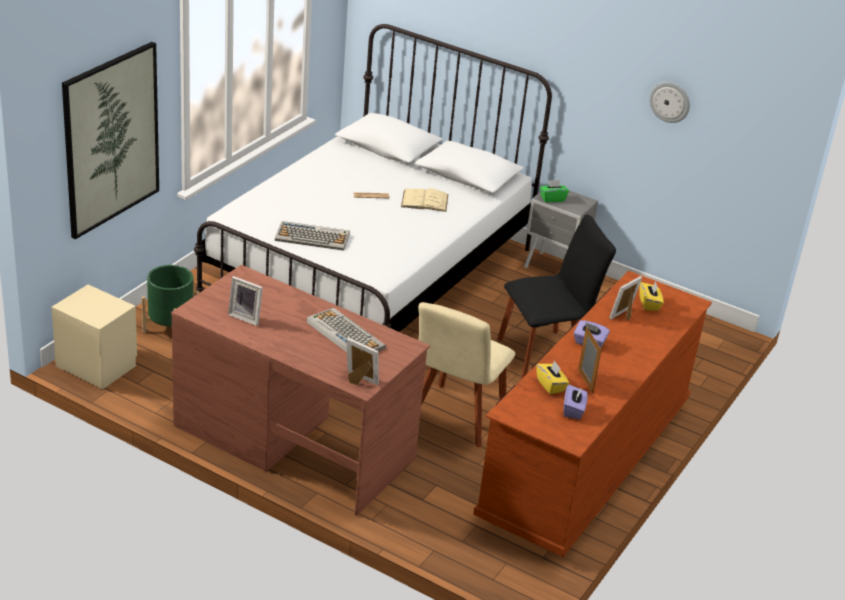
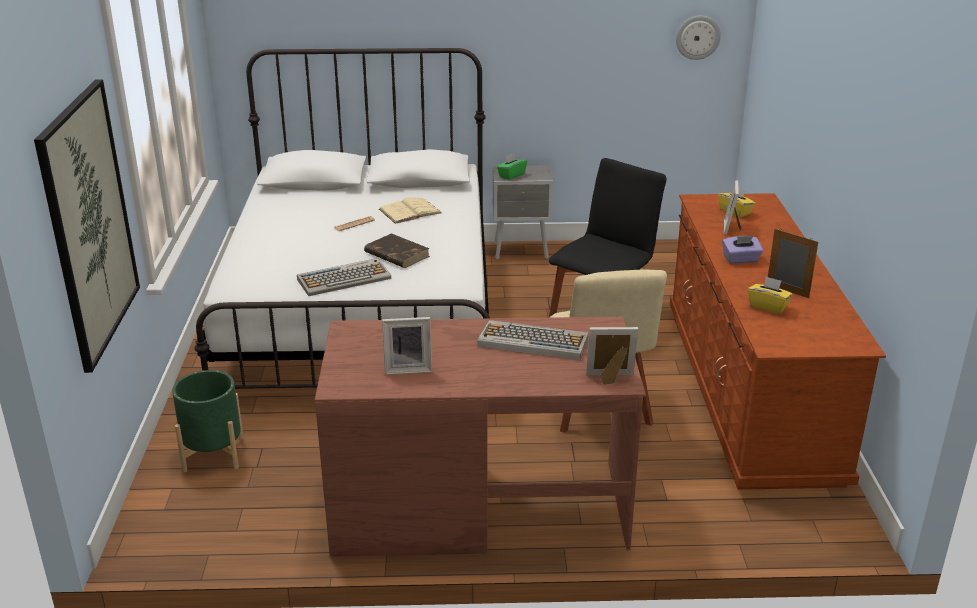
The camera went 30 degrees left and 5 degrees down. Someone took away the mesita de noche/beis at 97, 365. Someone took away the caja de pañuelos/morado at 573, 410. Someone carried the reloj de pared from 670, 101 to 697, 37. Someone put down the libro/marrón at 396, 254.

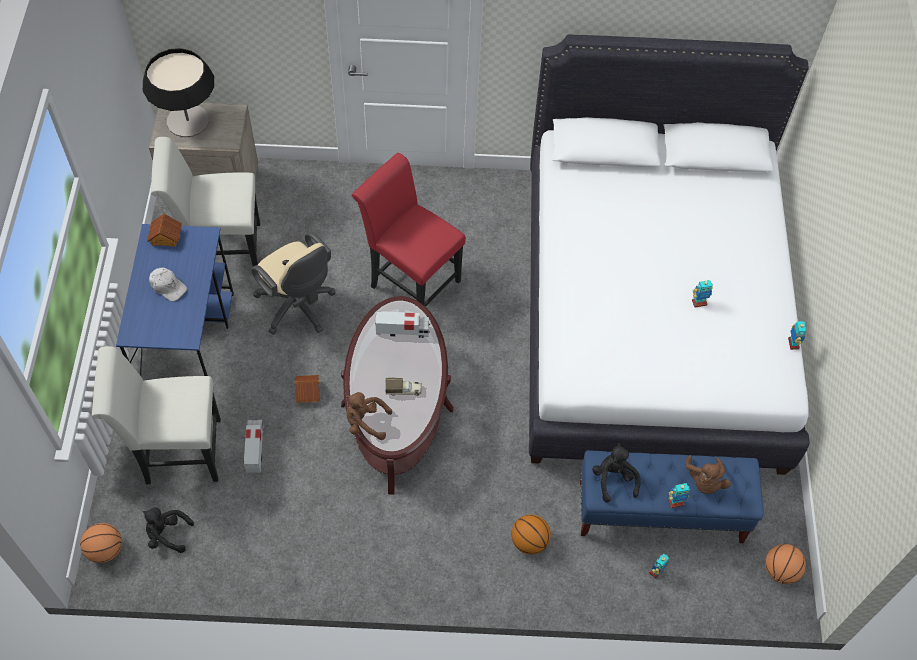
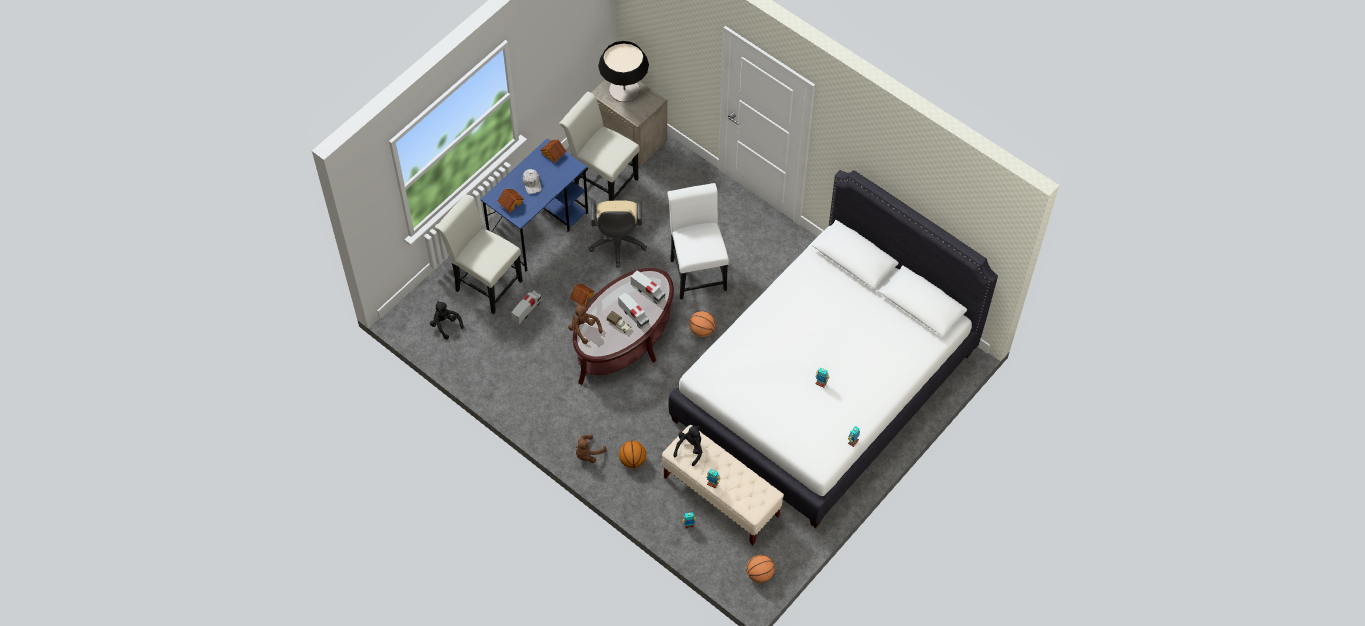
The camera went 40 degrees right and 0 degrees up. Someone carried the balón de baloncesto from 105, 550 to 702, 330. Someone repainted the silla/rojo at 410, 280, which became the silla/blanco at 697, 270. Someone repainted the banco/azul at 660, 512, which became the banco/beis at 721, 497. Someone carried the peluche/marrón from 704, 481 to 588, 454. Someone put down the casita at 511, 203. Someone put down the camión de juguete at 634, 315.

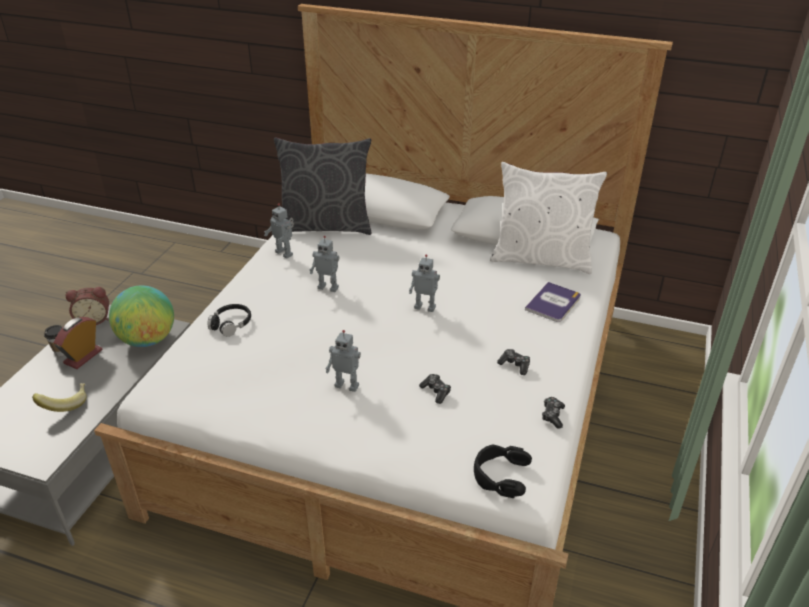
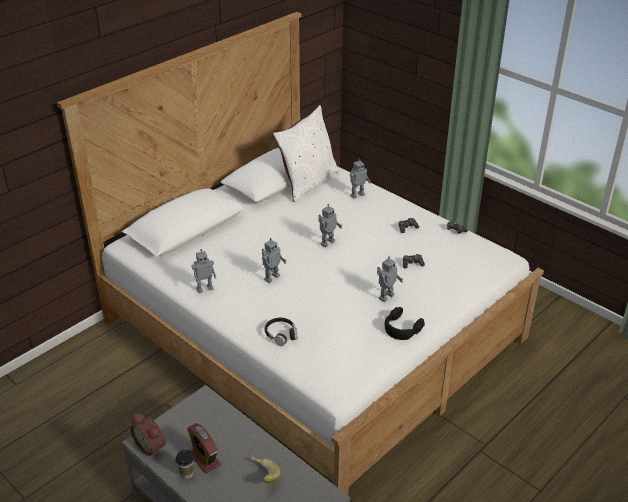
The camera went 65 degrees left and 0 degrees up. Someone rotated the despertador at 94, 319 by 120 degrees clockwise. Someone took away the globo terráqueo at 148, 340. Someone took away the cojín/gris at 326, 225. Someone carried the auriculares/negro from 500, 475 to 401, 328. Someone swapped the libro at 553, 303 for the robot de juguete at 357, 195.

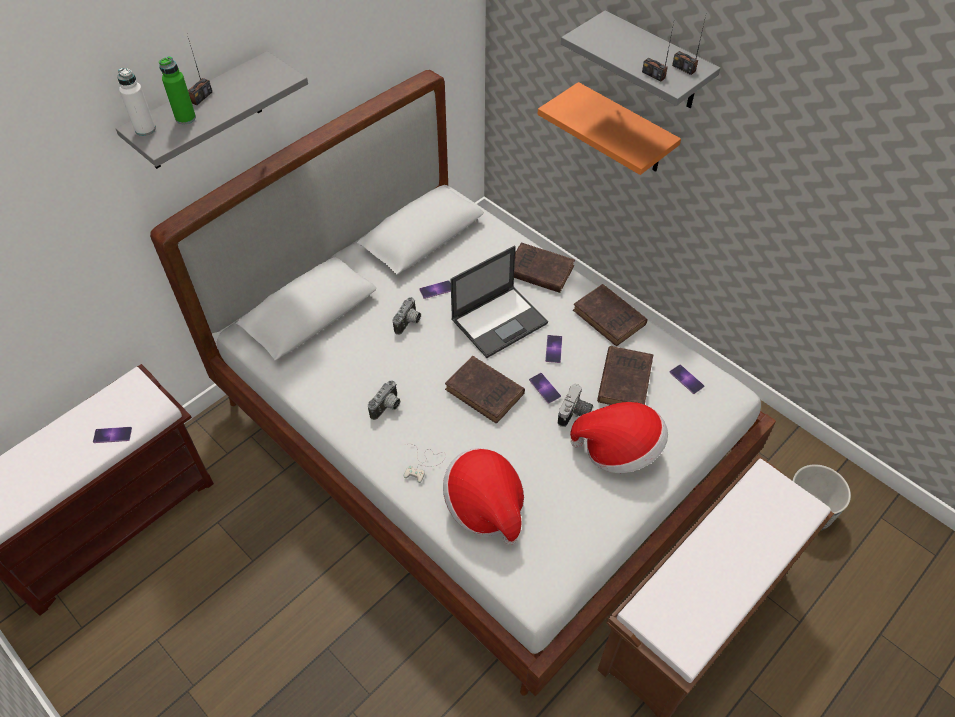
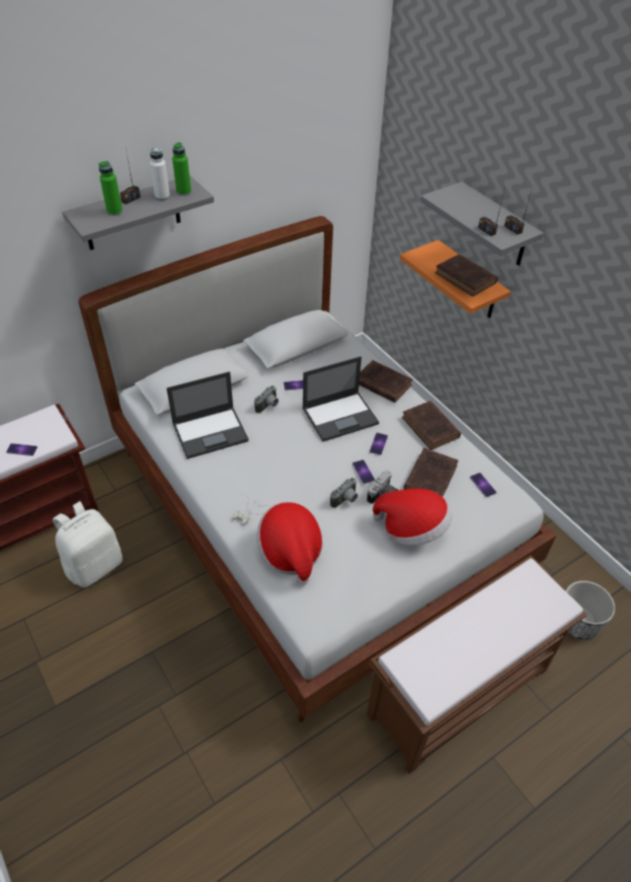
The camera went 10 degrees right and 5 degrees down. Someone carried the botella/blanco from 145, 129 to 162, 197. Someone carried the cámara from 387, 407 to 345, 500. Someone carried the libro/marrón from 486, 393 to 466, 279. Someone put down the mochila/blanco at 94, 565. Someone put down the portátil at 211, 432. Someone put down the botella/verde at 184, 192.

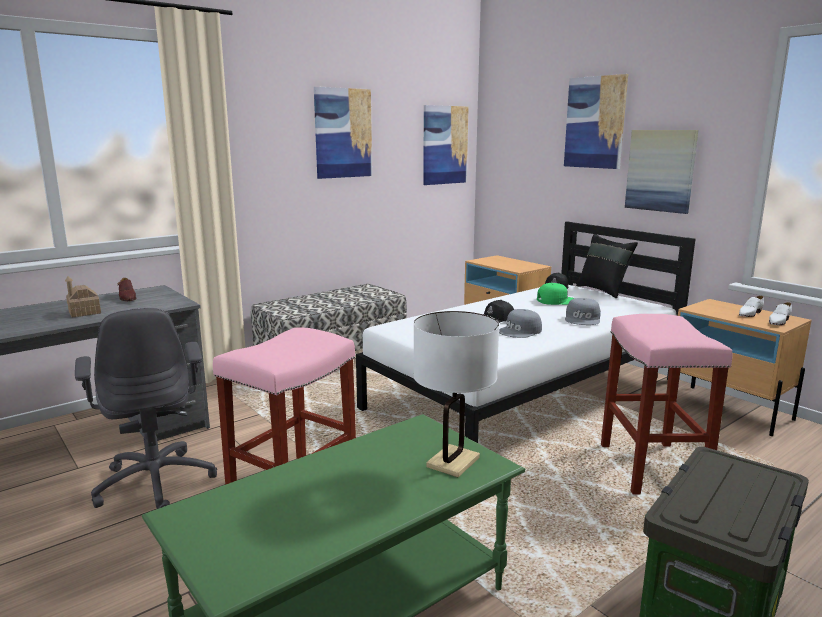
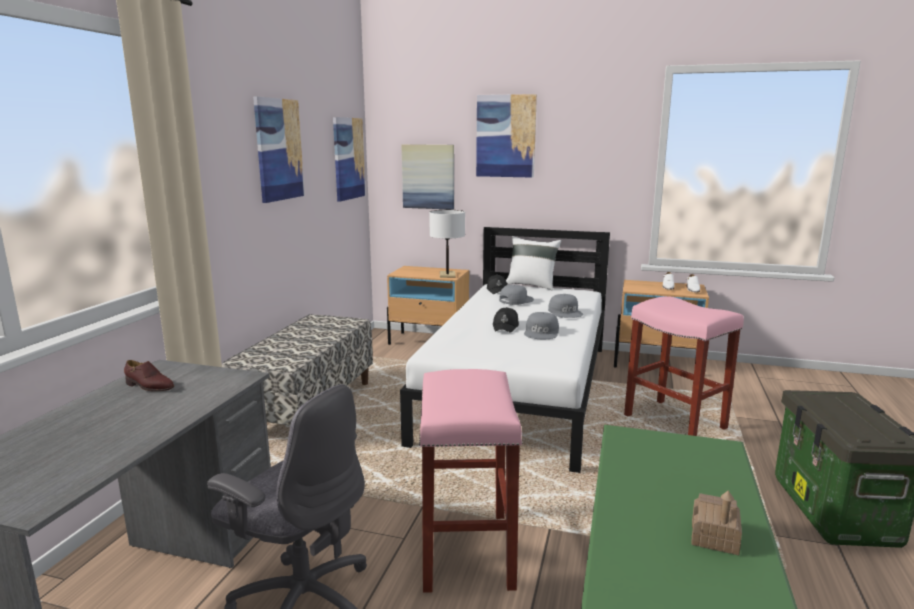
The camera went 35 degrees left and 0 degrees up. Someone carried the casita from 84, 312 to 714, 537. Someone carried the lámpara de mesa/blanco from 453, 462 to 447, 275. Someone repainted the gorra/verde at 556, 300, which became the gorra/gris at 515, 300. Someone repainted the cojín/negro at 603, 291, which became the cojín/blanco at 531, 285. Someone carried the cuadro from 661, 170 to 428, 176.

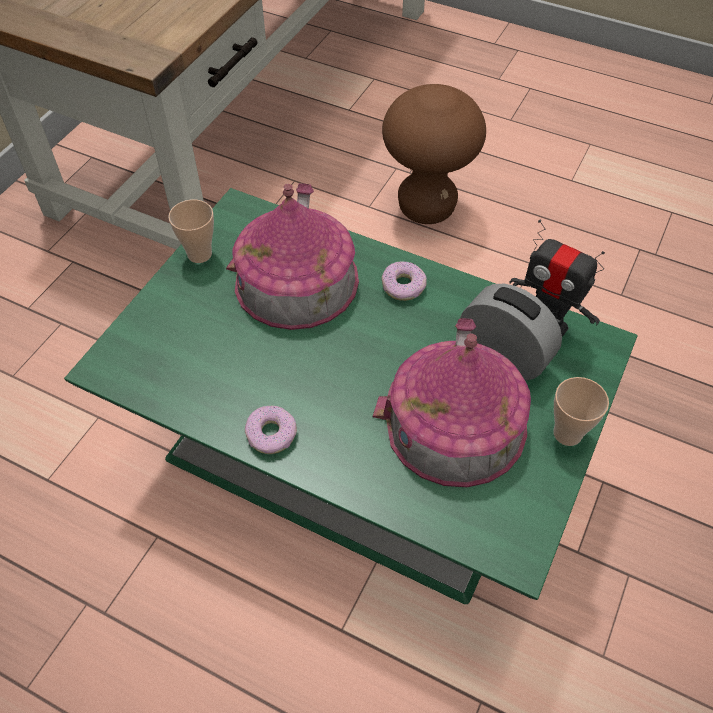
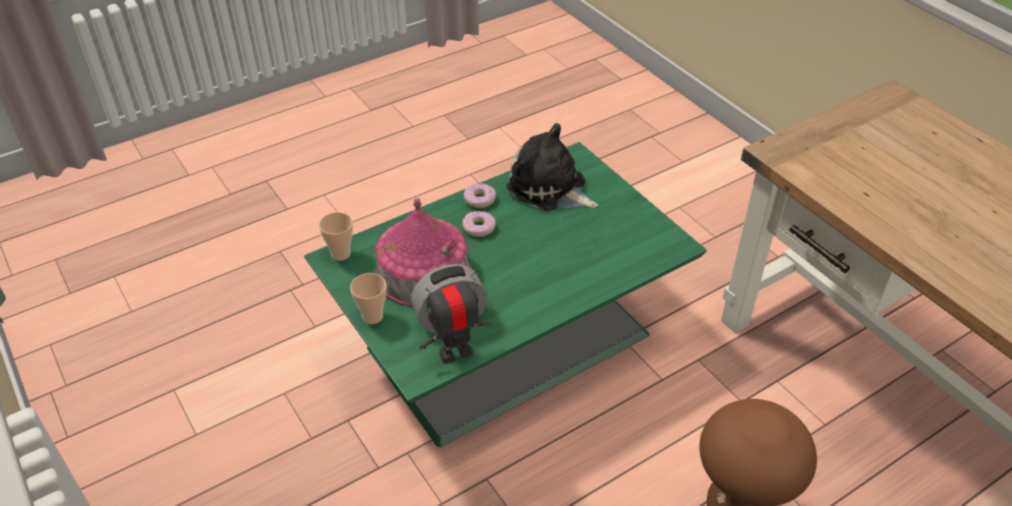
The camera went 120 degrees right and 10 degrees down. Someone carried the taza from 199, 254 to 341, 254. Someone took away the casita at 296, 280. Someone carried the rosquilla from 403, 286 to 479, 228. Someone put down the peluche at 549, 189.

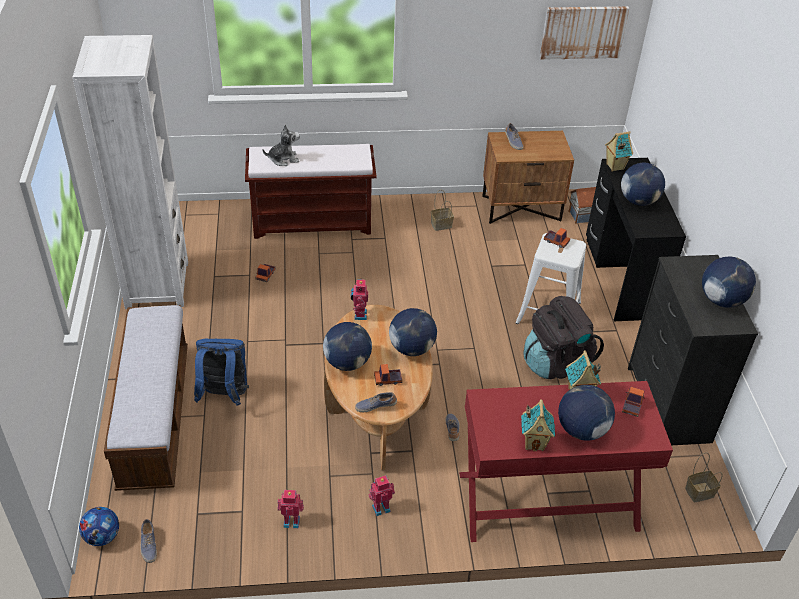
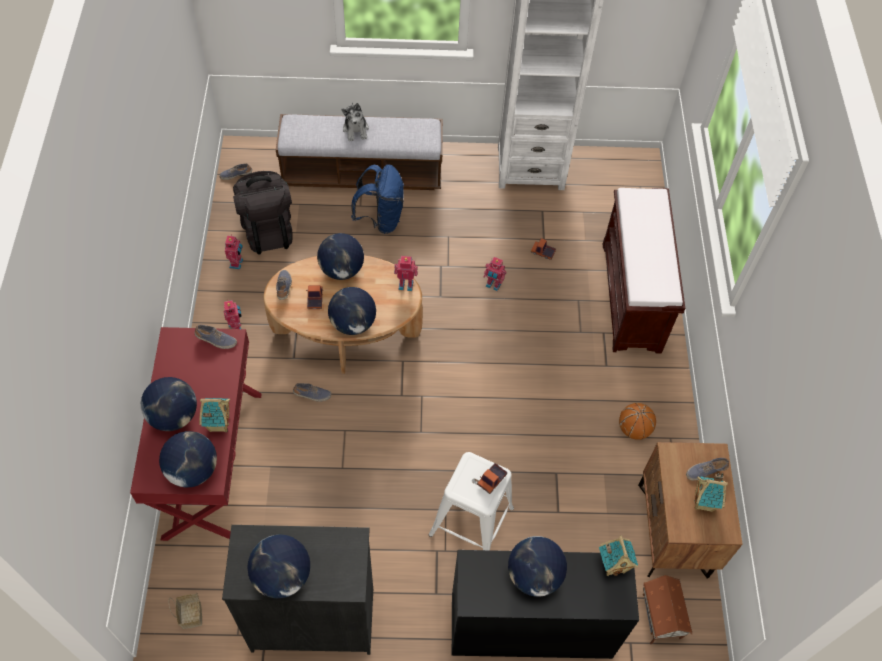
The camera went 95 degrees right and 15 degrees up. Someone took away the balón de fútbol at 102, 537. Someone carried the peluche from 283, 159 to 356, 129. Someone swapped the cesta at 441, 224 for the balón de baloncesto at 634, 429. Someone carried the casita from 534, 442 to 704, 503. Someone carried the mochila/negro from 556, 362 to 268, 229. Someone took away the cuadro at 583, 32. Someone swapped the camión de juguete at 632, 406 for the globo terráqueo at 193, 470. Someone put down the zapato at 216, 340. Someone put down the robot de juguete at 493, 285.

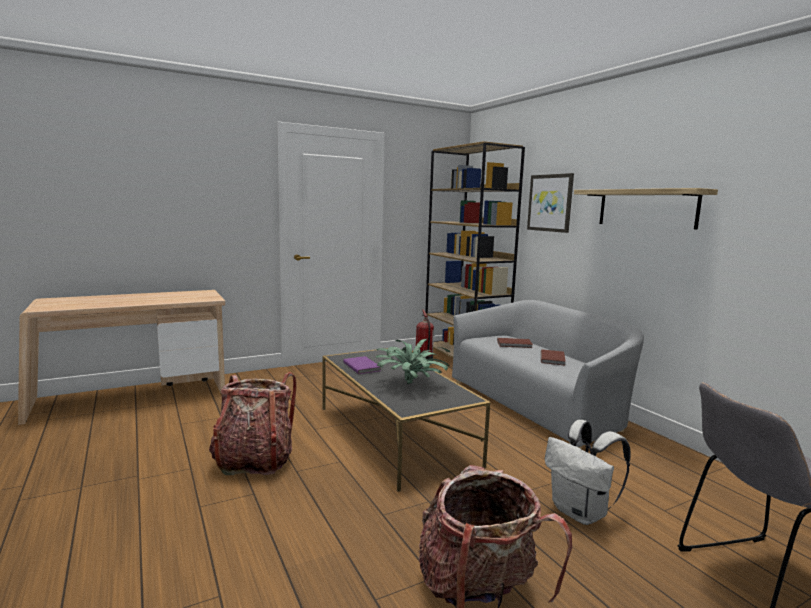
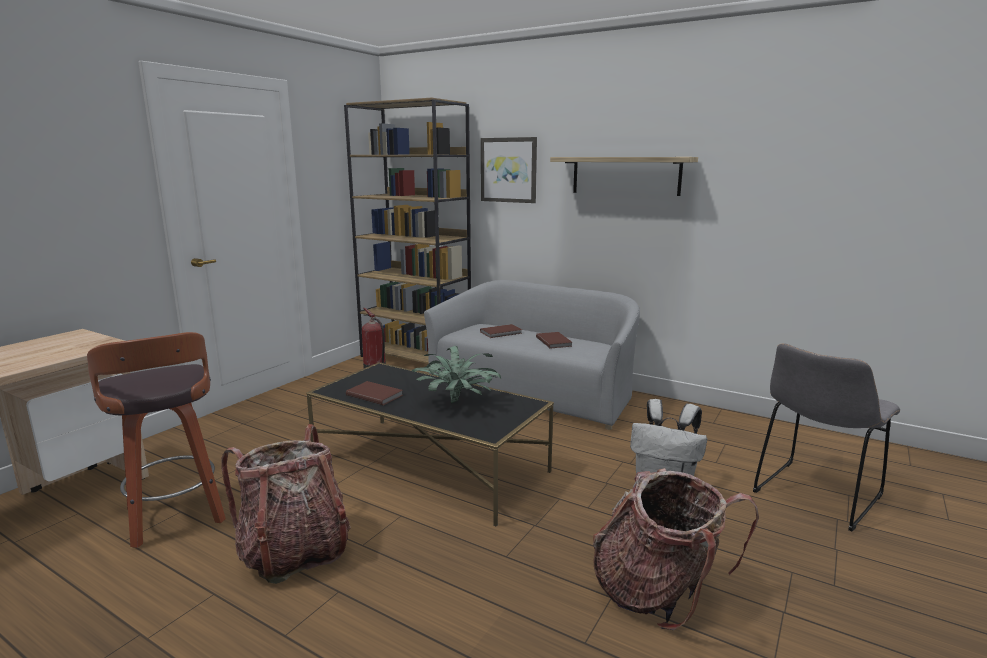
The camera went 30 degrees left and 5 degrees up. Someone repainted the libro/morado at 362, 366, which became the libro/marrón at 375, 395. Someone put down the taburete at 176, 517.

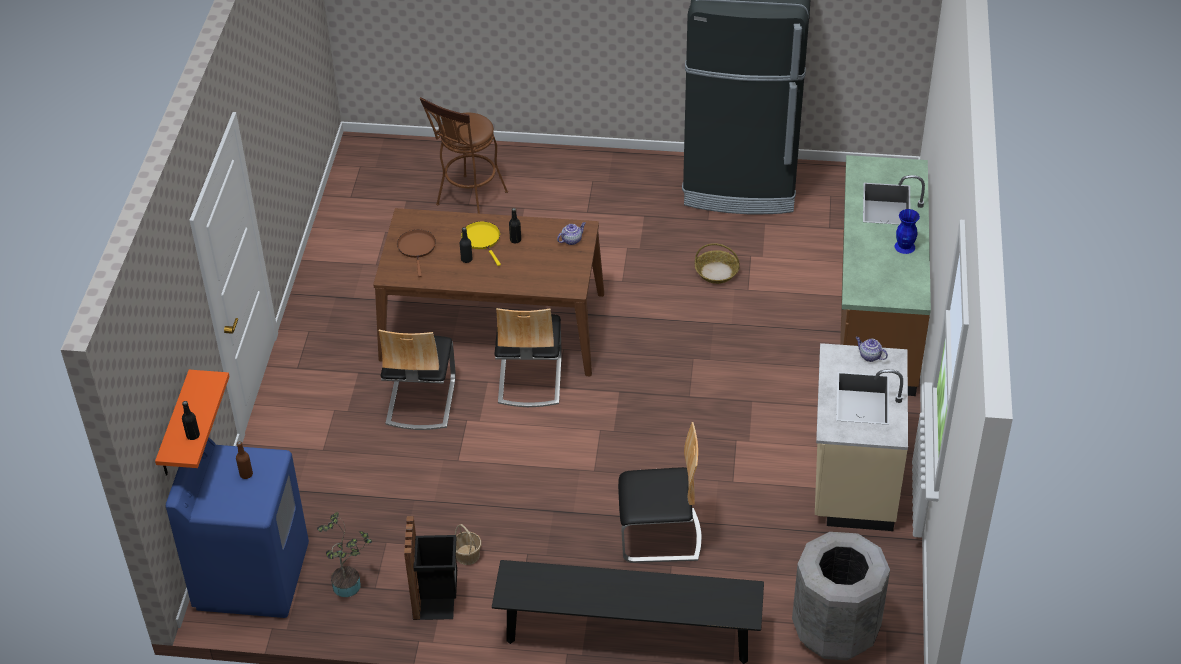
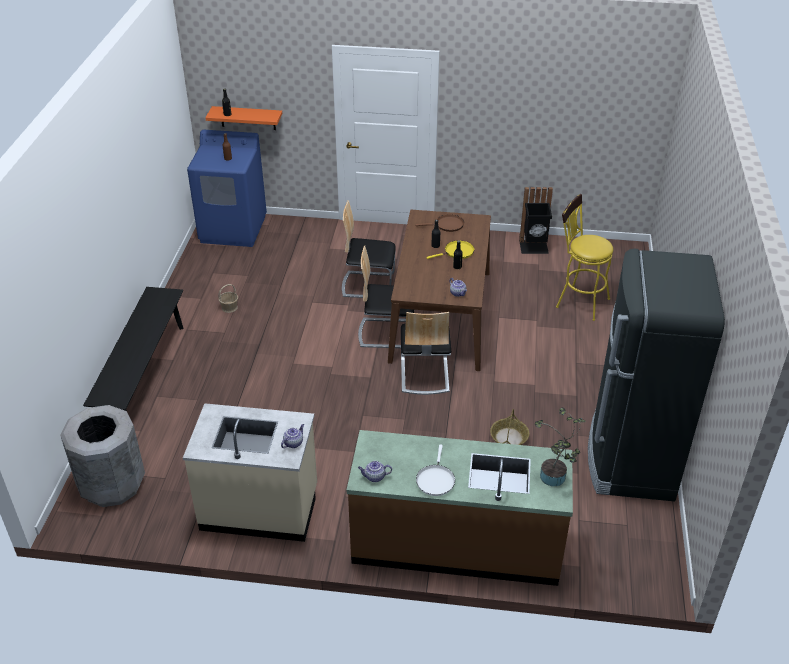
The camera went 90 degrees right and 5 degrees down. Someone carried the planta en maceta from 350, 584 to 554, 478. Someone carried the papelera/negro from 437, 600 to 534, 247. Someone repainted the taburete/marrón at 469, 201, which became the taburete/amarillo at 578, 301. Someone carried the silla from 659, 536 to 424, 374. Someone swapped the florero/azul at 905, 247 for the sartén/blanco at 435, 480. Someone put down the tetera at 374, 477.

